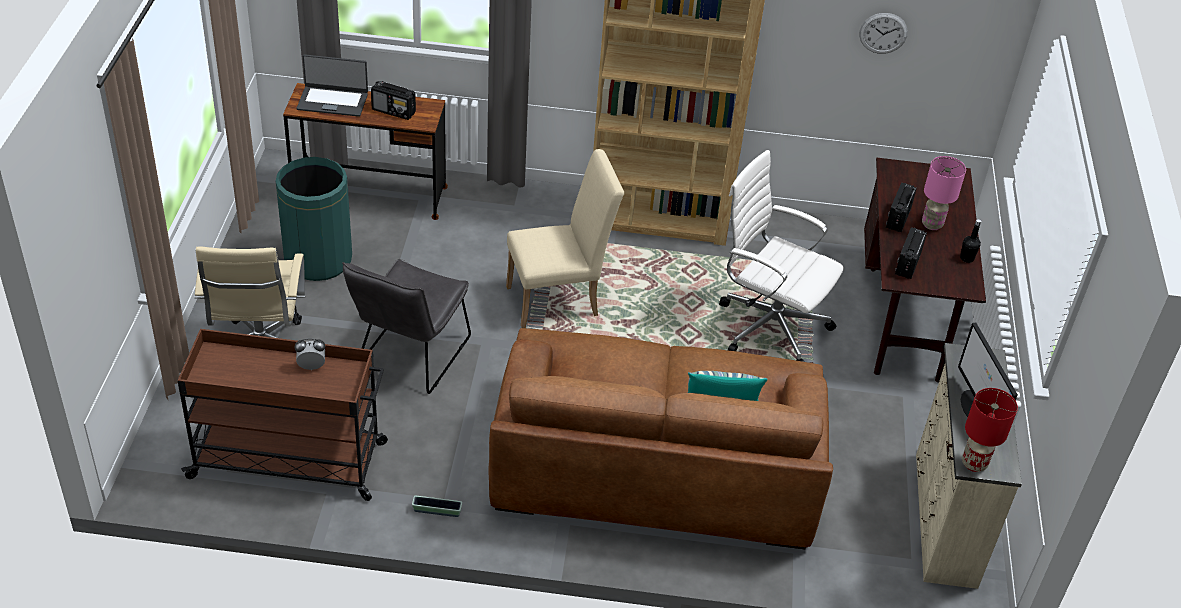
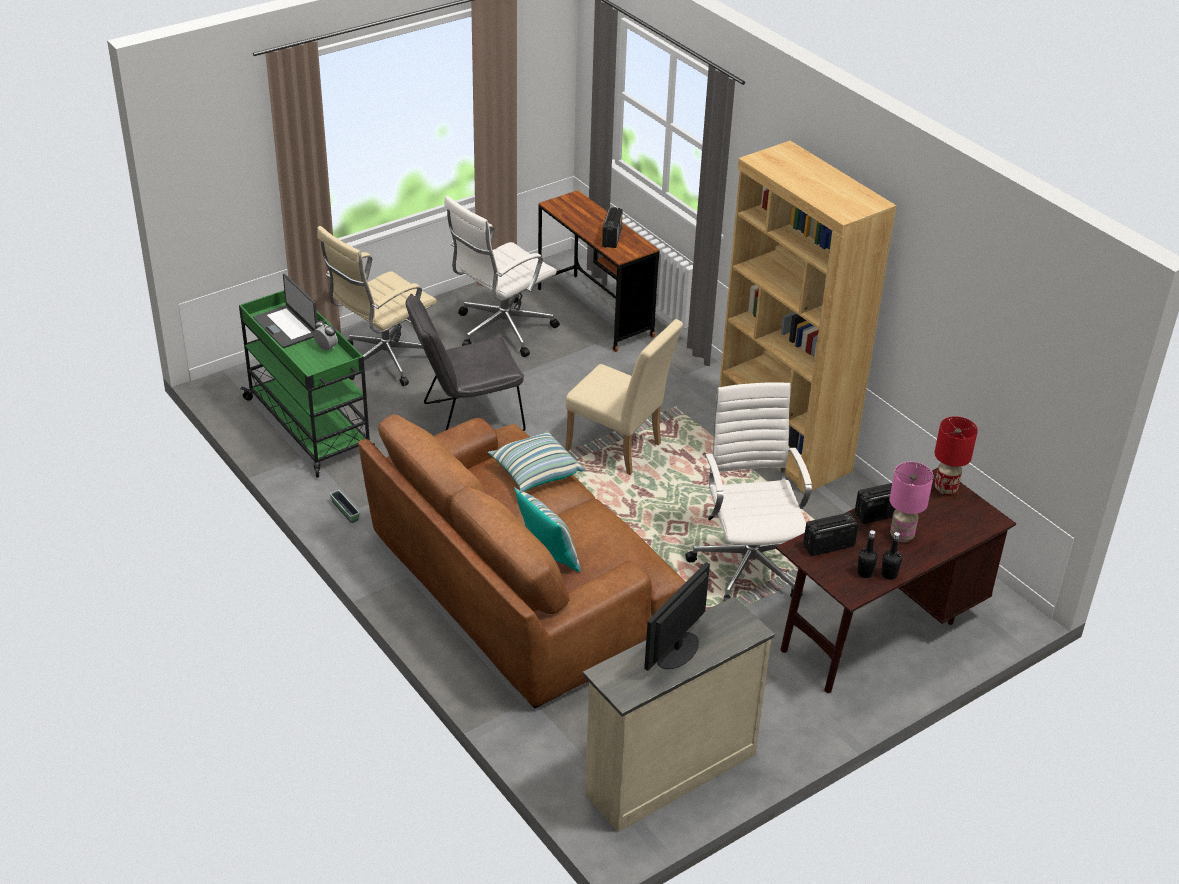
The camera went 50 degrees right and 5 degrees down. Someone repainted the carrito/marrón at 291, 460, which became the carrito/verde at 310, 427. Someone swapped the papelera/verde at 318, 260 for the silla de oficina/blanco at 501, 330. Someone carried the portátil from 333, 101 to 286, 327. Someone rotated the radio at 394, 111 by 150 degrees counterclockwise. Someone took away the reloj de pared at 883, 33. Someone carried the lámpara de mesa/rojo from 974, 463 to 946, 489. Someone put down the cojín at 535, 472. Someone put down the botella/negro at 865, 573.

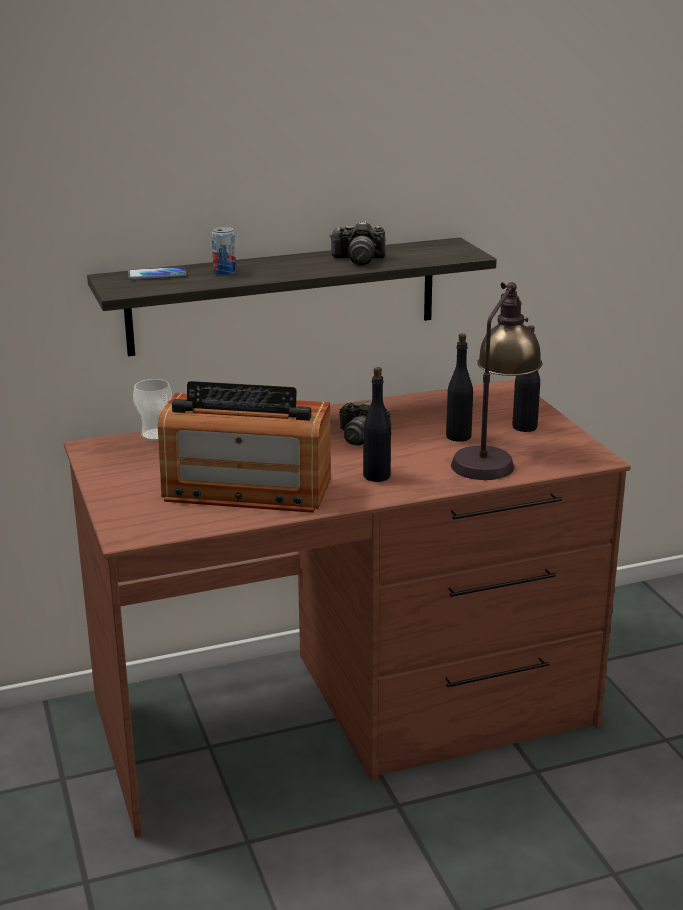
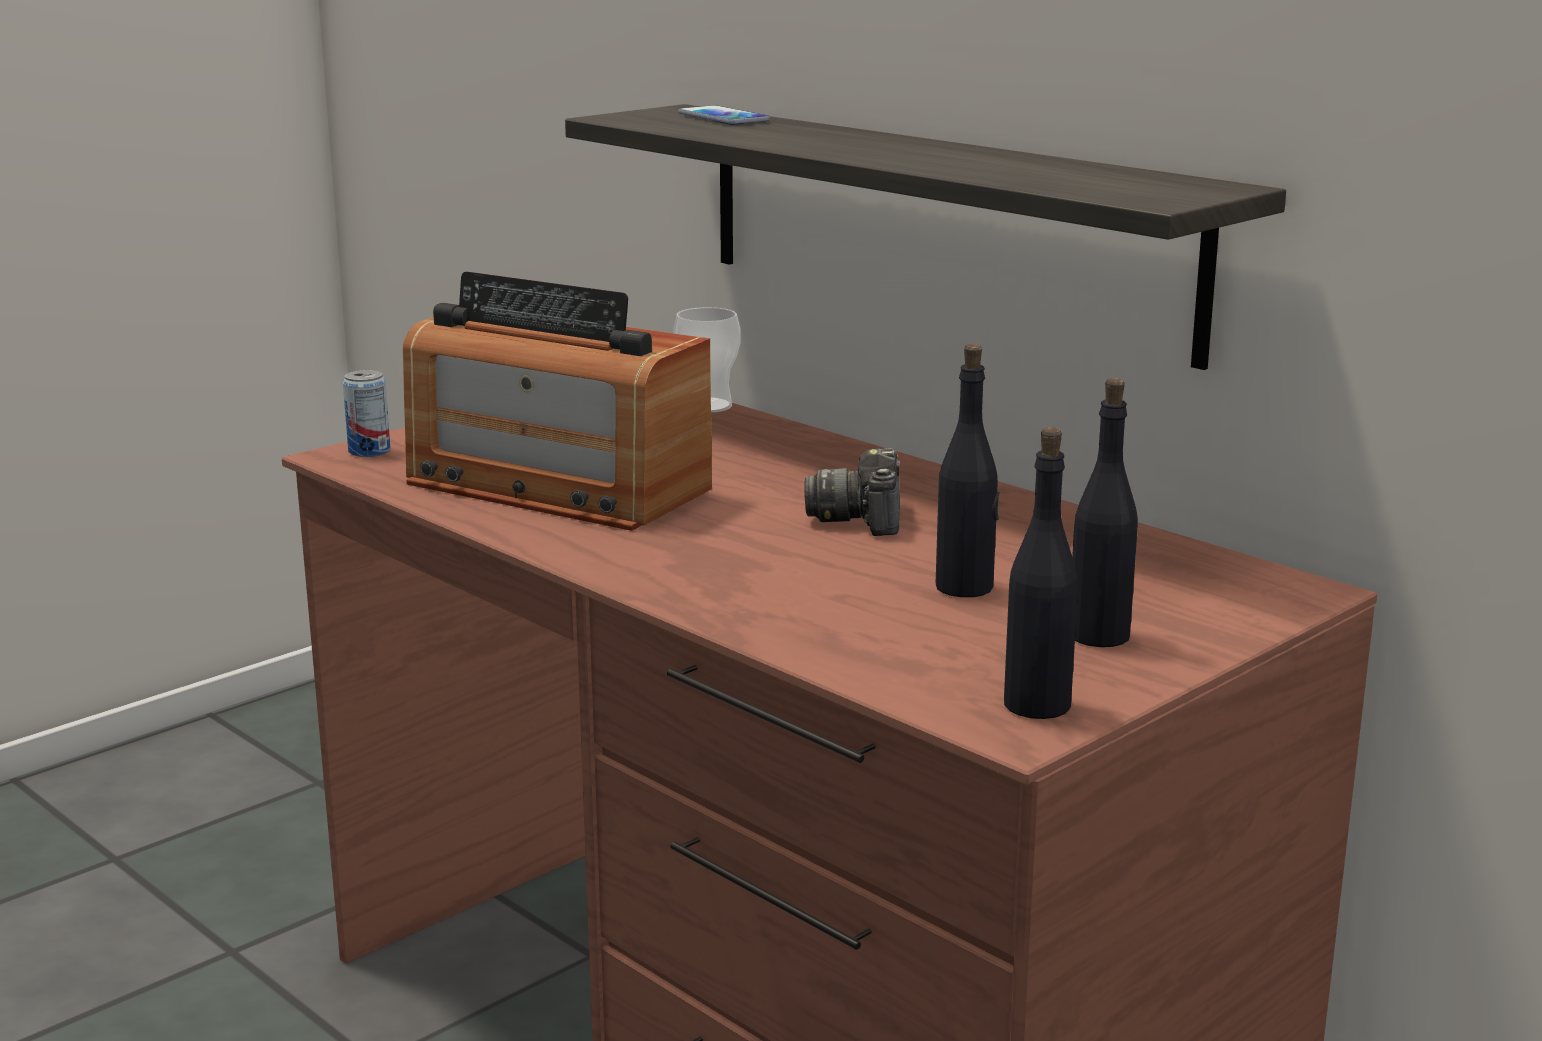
The camera went 65 degrees right and 5 degrees down. Someone rotated the radio at 246, 490 by 45 degrees counterclockwise. Someone carried the lata from 225, 272 to 369, 451. Someone took away the cámara at 358, 259. Someone carried the botella/negro from 376, 476 to 1036, 705. Someone took away the lámpara de mesa at 493, 457.

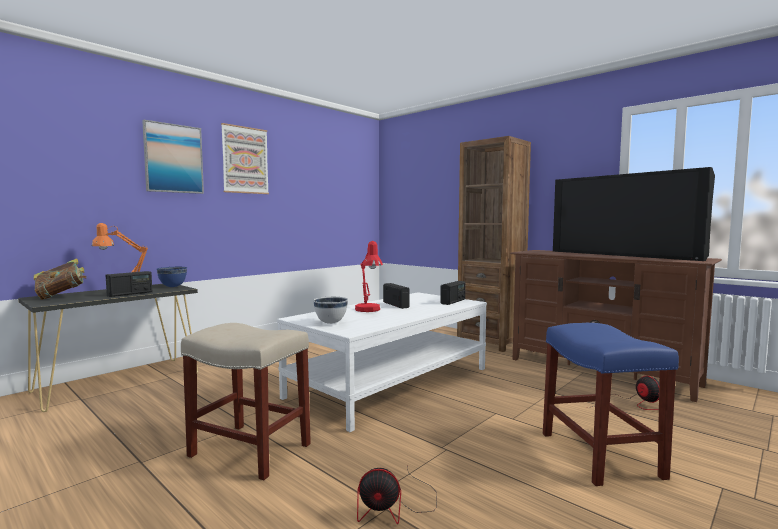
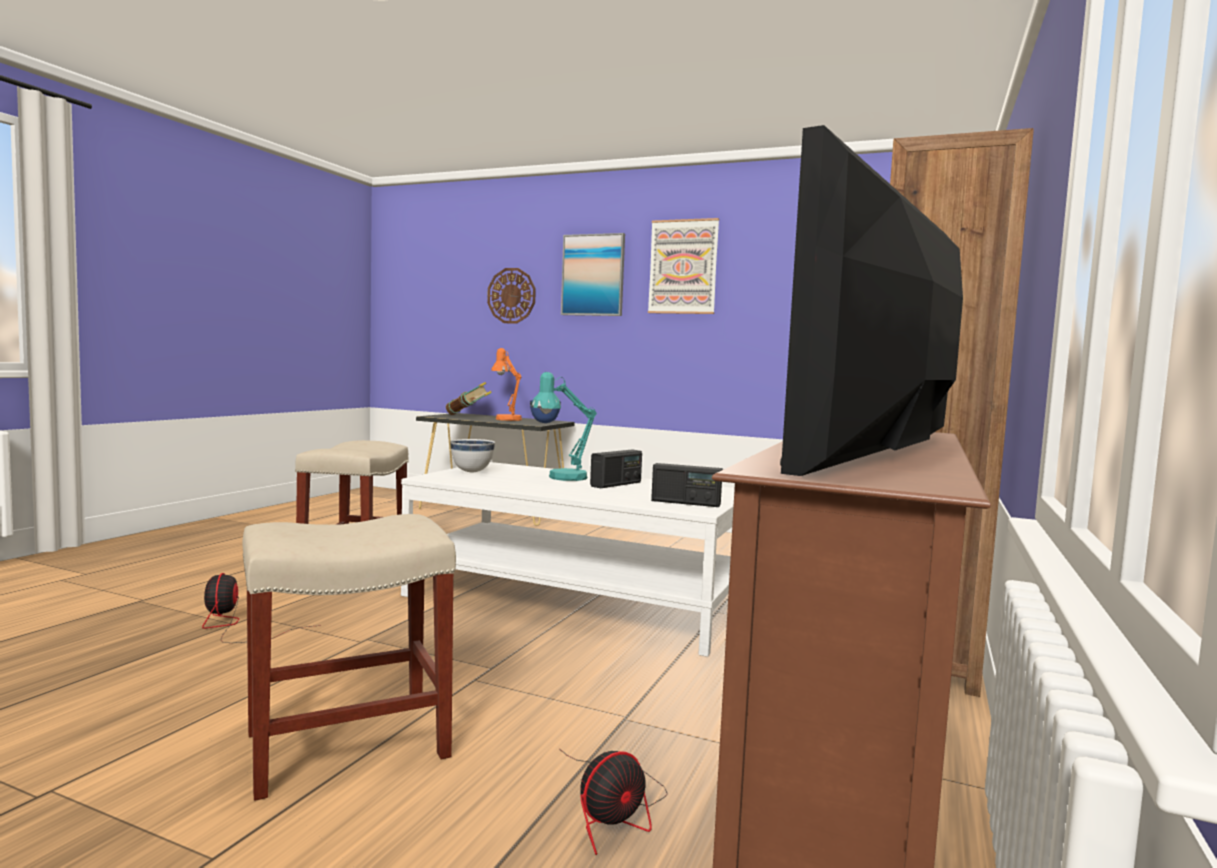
The camera went 70 degrees right and 0 degrees up. Someone took away the radio at 130, 294. Someone repainted the lámpara de mesa/rojo at 369, 310, which became the lámpara de mesa/turquesa at 561, 478. Someone repainted the taburete/azul at 601, 455, which became the taburete/beis at 344, 745. Someone put up the reloj de pared at 511, 295.

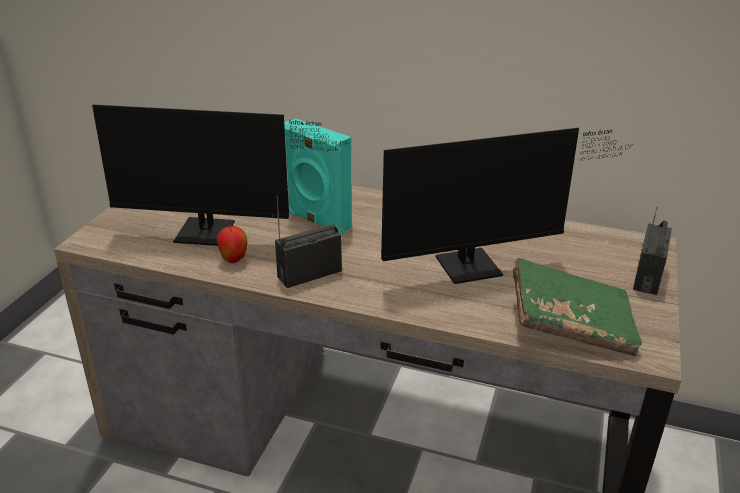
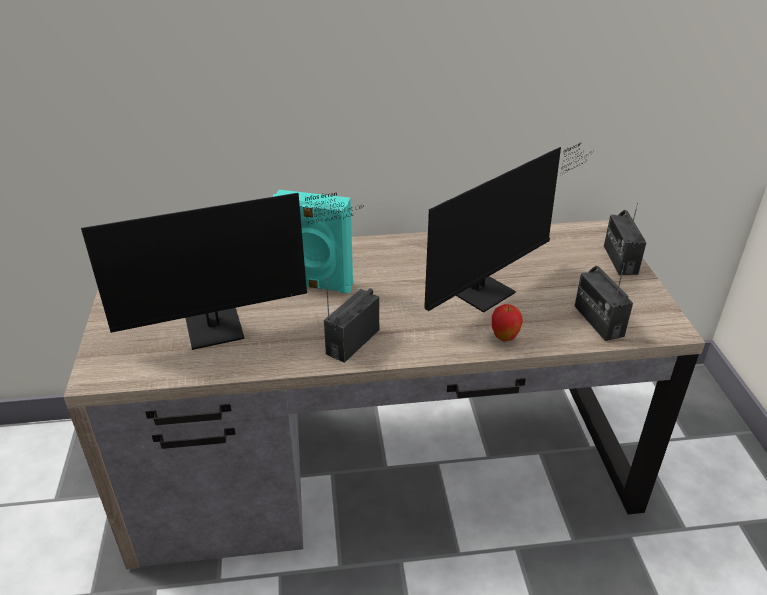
The camera went 25 degrees left and 5 degrees up. Someone carried the manzana from 234, 260 to 504, 337. Someone swapped the libro/verde at 570, 325 for the radio at 598, 321.

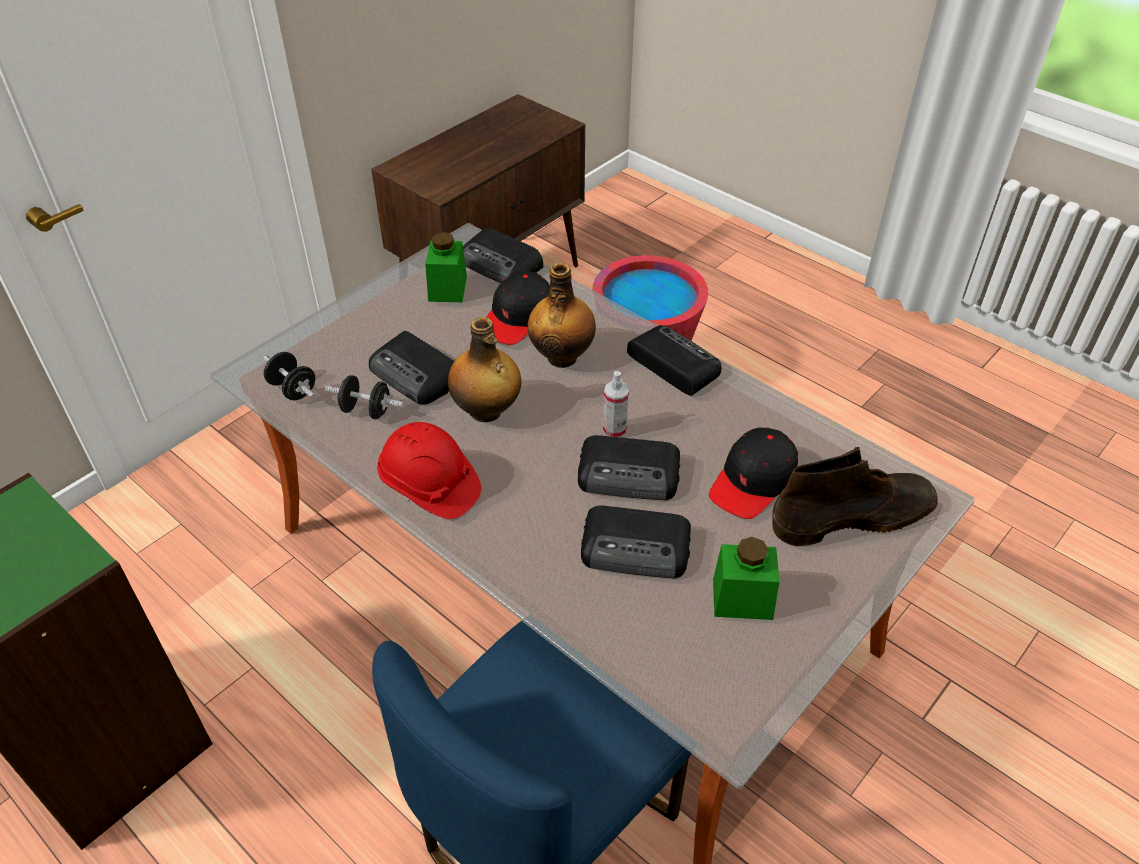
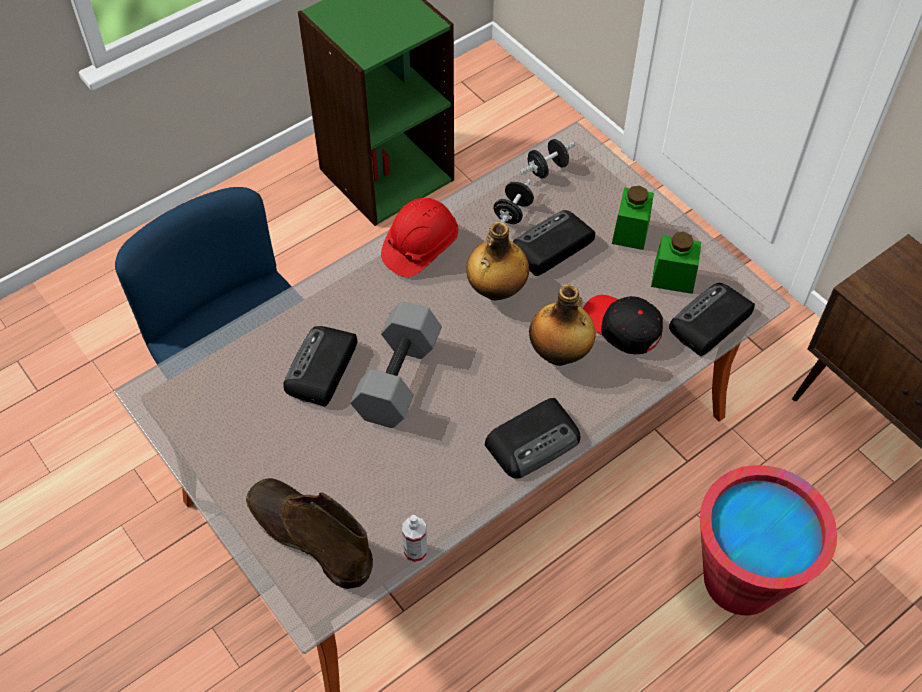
The camera went 100 degrees right and 10 degrees up. Someone swapped the radio at 630, 474 for the mancuerna/gris at 399, 379. Someone carried the pulverizador from 614, 430 to 415, 551. Someone took away the gorra/negro at 753, 481. Someone carried the tarro/verde from 742, 599 to 630, 231. Someone rotated the bota/marrón at 853, 516 by 135 degrees clockwise.

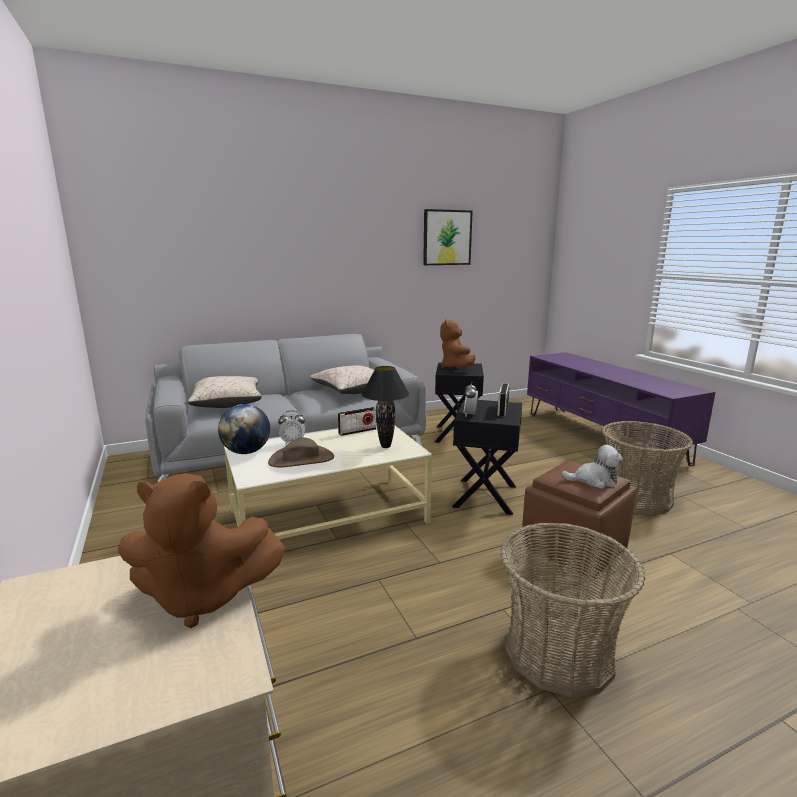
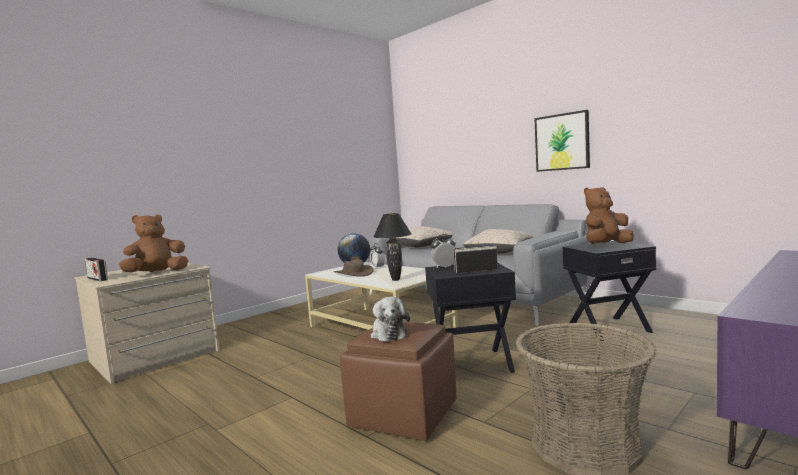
The camera went 70 degrees right and 10 degrees down. Someone rotated the peluche/marrón at 203, 597 by 75 degrees clockwise. Someone carried the radio from 357, 431 to 97, 279. Someone carried the cuadro from 447, 237 to 562, 142. Someone took away the cesta at 558, 652.

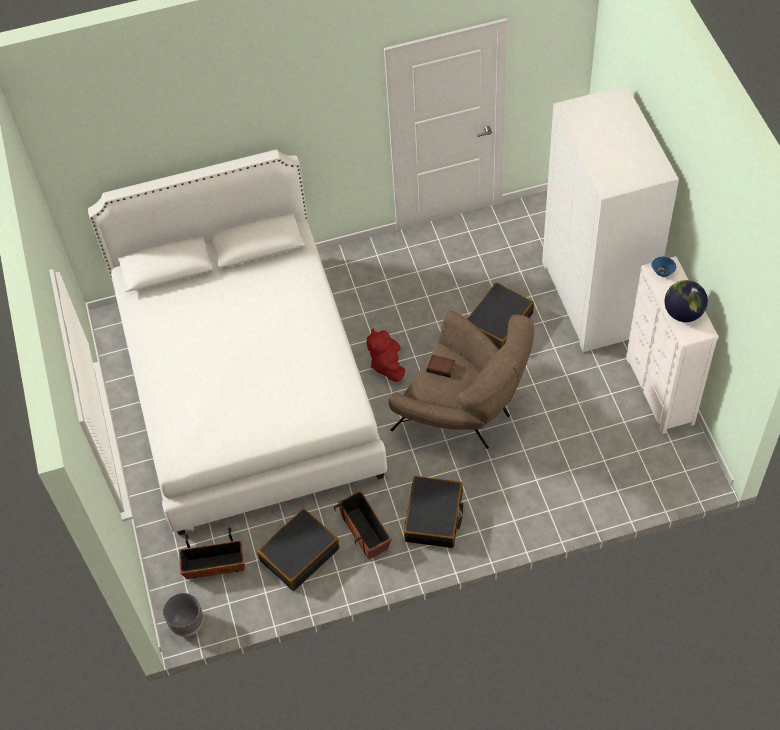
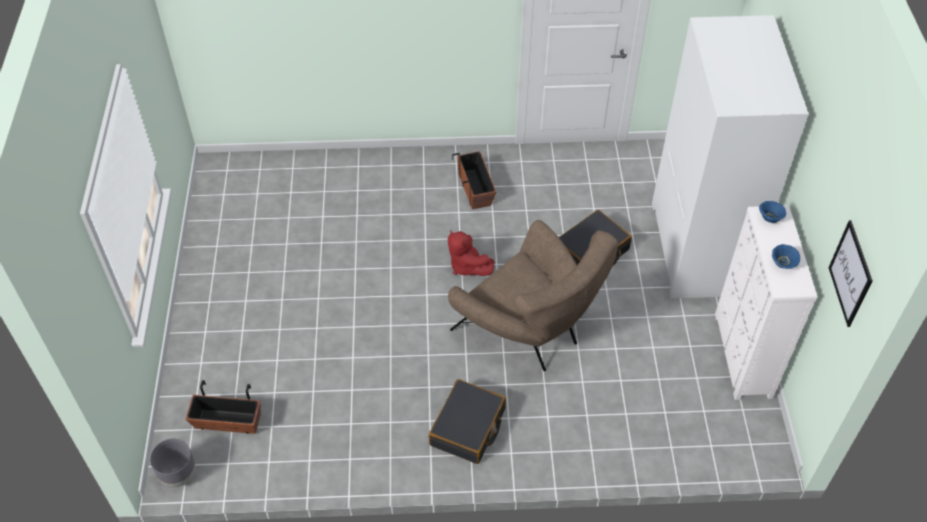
The camera went 10 degrees right and 5 degrees down. Someone took away the cama/blanco at 248, 388. Someone took away the maleta/negro at 299, 554. Someone carried the maceta from 365, 532 to 475, 188. Someone rotated the peluche/rojo at 387, 364 by 45 degrees counterclockwise. Someone took away the libro at 441, 367. Someone swapped the globo terráqueo at 683, 313 for the cuenco/azul at 783, 264. Someone put up the cuadro at 850, 273.

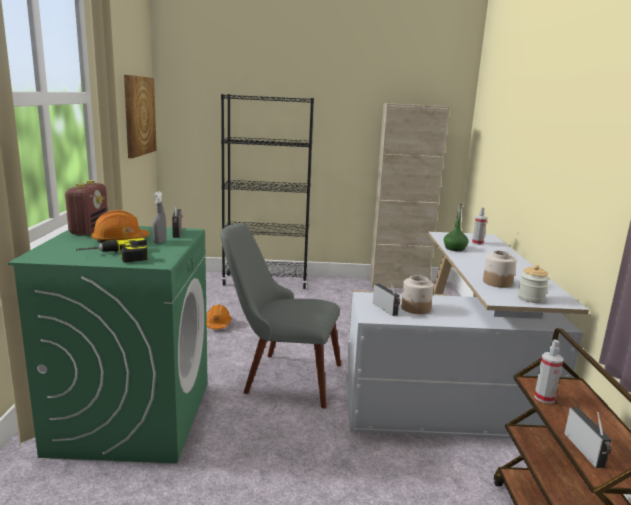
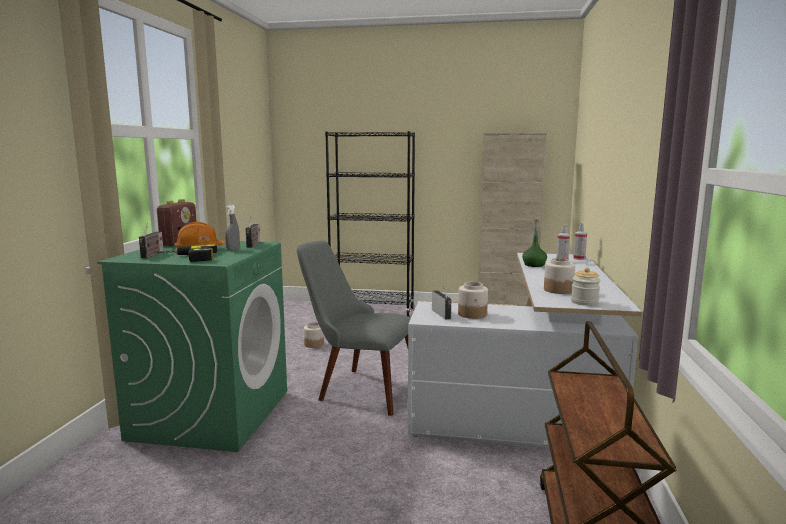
The camera went 10 degrees right and 5 degrees down. Someone took away the cuadro at 139, 115. Someone swapped the casco/naranja at 217, 324 for the tarro at 314, 344. Someone carried the pulverizador from 544, 398 to 579, 258. Someone carried the radio from 586, 452 to 152, 255.

